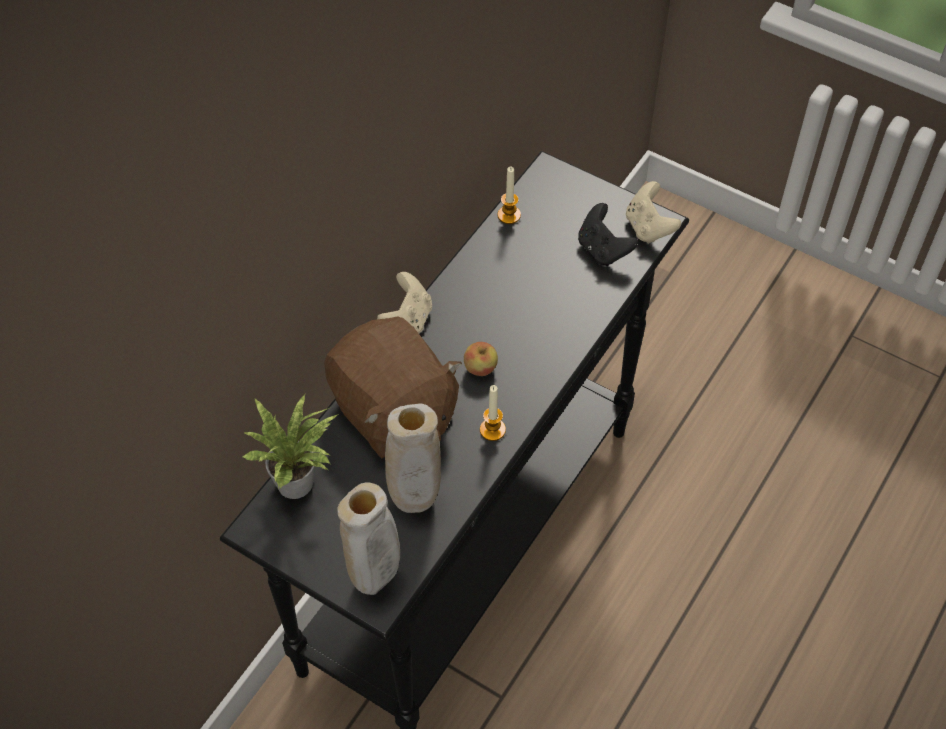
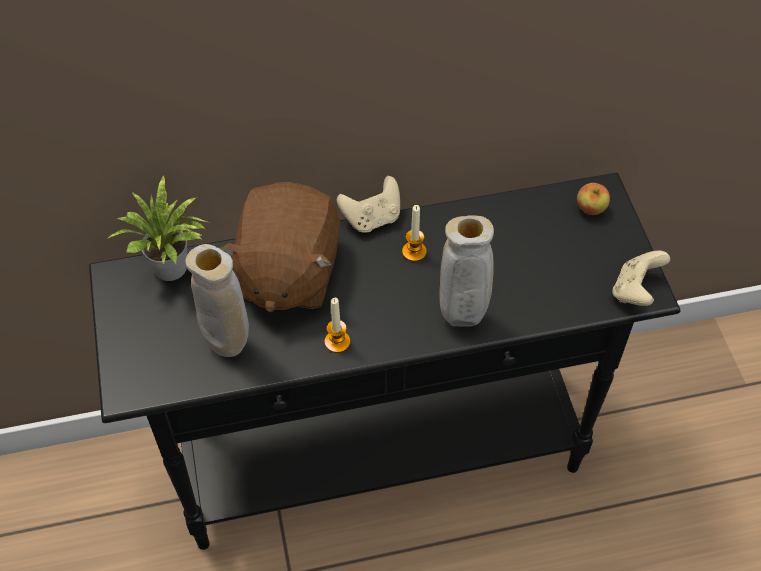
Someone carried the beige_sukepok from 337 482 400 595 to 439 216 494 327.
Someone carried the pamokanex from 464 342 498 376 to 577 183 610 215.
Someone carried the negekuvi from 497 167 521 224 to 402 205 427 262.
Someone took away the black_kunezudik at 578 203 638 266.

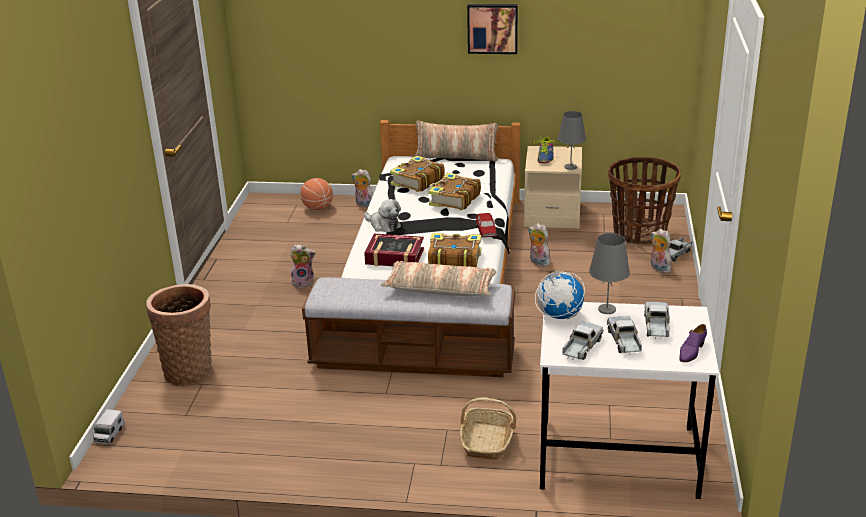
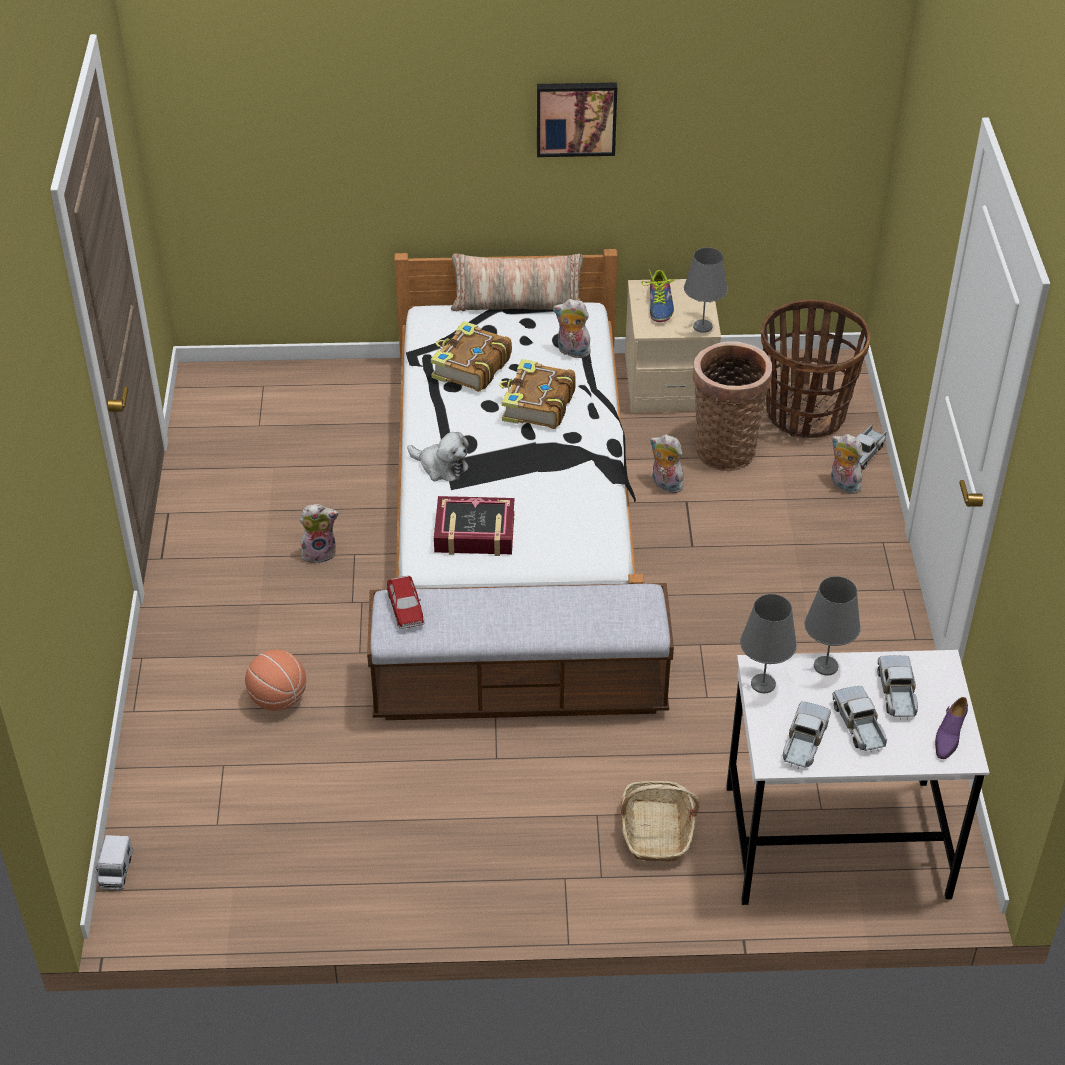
Someone carried the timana from 146 284 212 387 to 693 341 772 471.
Someone carried the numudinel from 300 178 333 210 to 245 649 306 711.
Someone carried the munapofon from 352 169 373 208 to 553 299 591 360.
Someone took away the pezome at 381 261 496 296.
Someone took away the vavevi at 428 233 481 267.
Someone carried the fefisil from 476 213 497 237 to 386 576 425 629.
Someone swapped the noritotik at 535 269 585 319 for the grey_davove at 740 594 797 693.

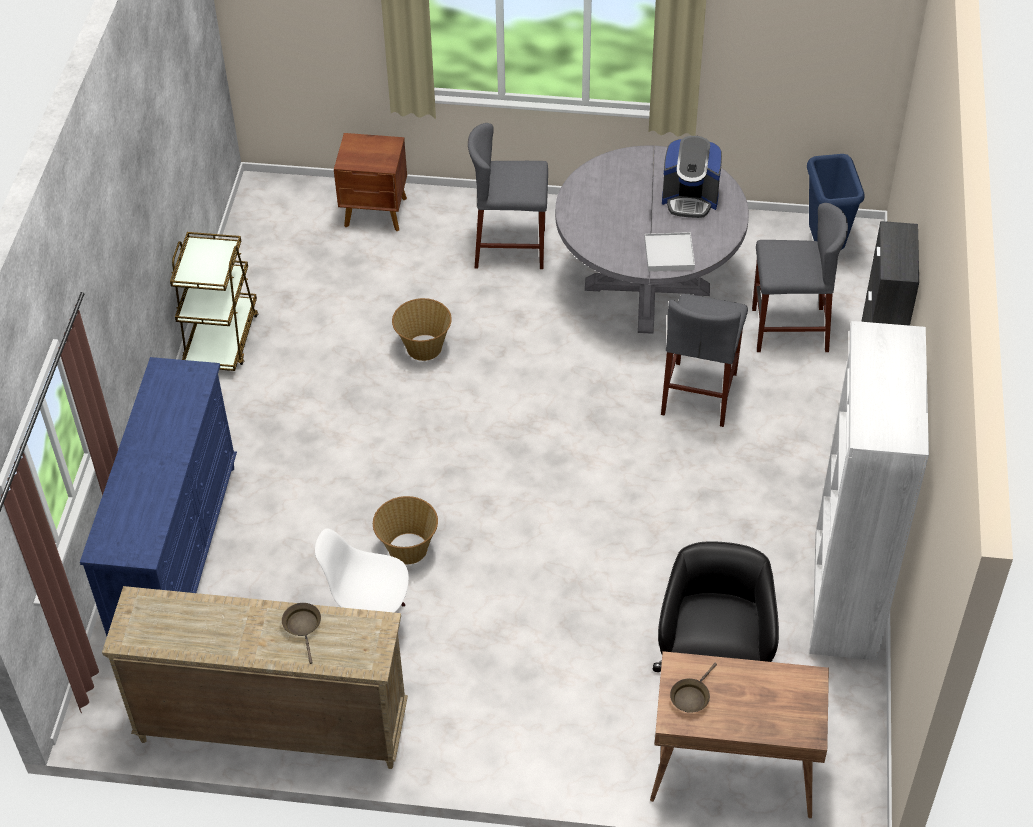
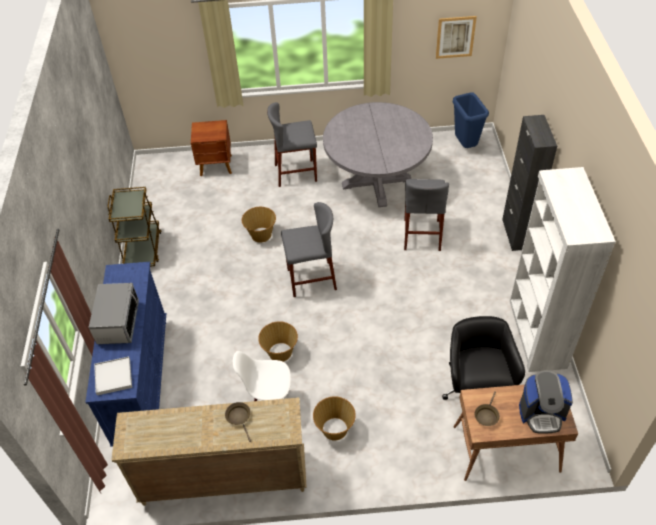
Someone carried the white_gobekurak from 644 232 695 271 to 94 357 132 395.
Someone carried the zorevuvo from 662 136 722 218 to 519 370 573 434.
Someone carried the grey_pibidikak from 752 203 848 352 to 281 202 337 297.
Someone put down the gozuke at 89 283 139 344.
Someone put down the timana at 313 396 356 441.
Someone put up the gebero at 436 16 477 59.

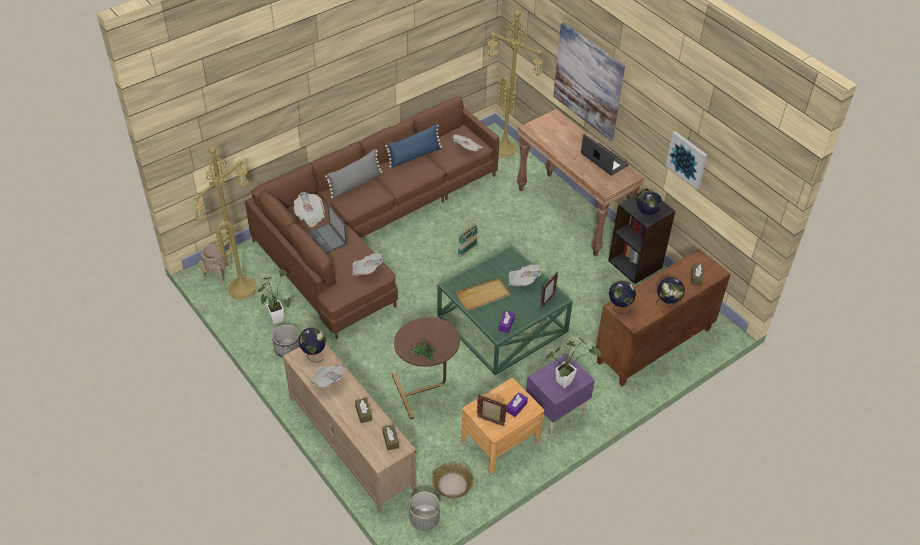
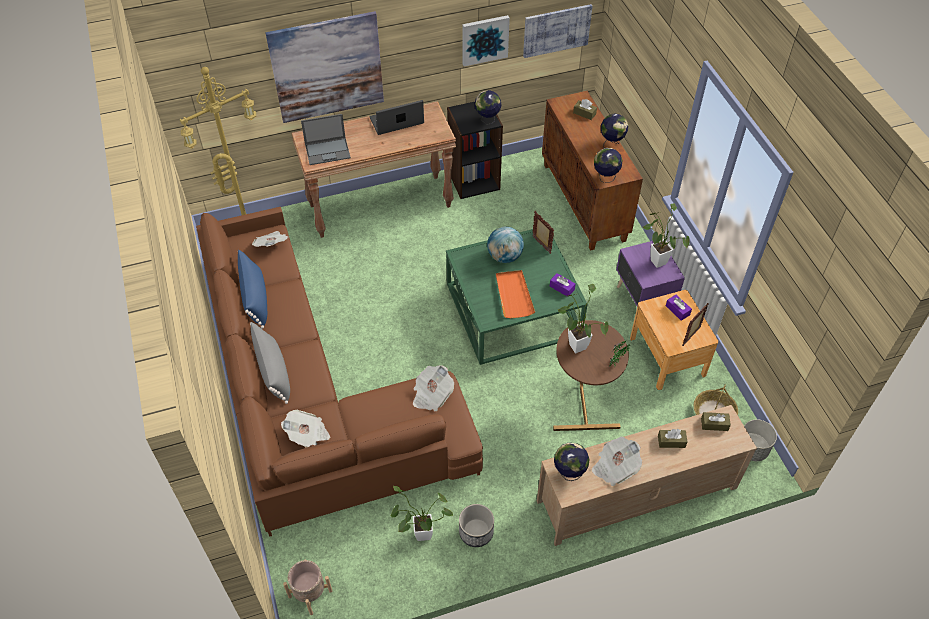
Someone took away the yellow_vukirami at 193 146 256 300.
Someone carried the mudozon from 307 204 347 254 to 301 114 351 165.
Someone repainted the beige_gobekurak at 456 278 511 311, which became the orange_gobekurak at 496 270 535 318.
Someone took away the timana at 458 221 478 257.
Someone swapped the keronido at 508 265 541 286 for the noritotik at 487 227 524 263.
Someone put up the gebero at 523 4 592 58.
Someone put down the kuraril at 558 284 609 353.

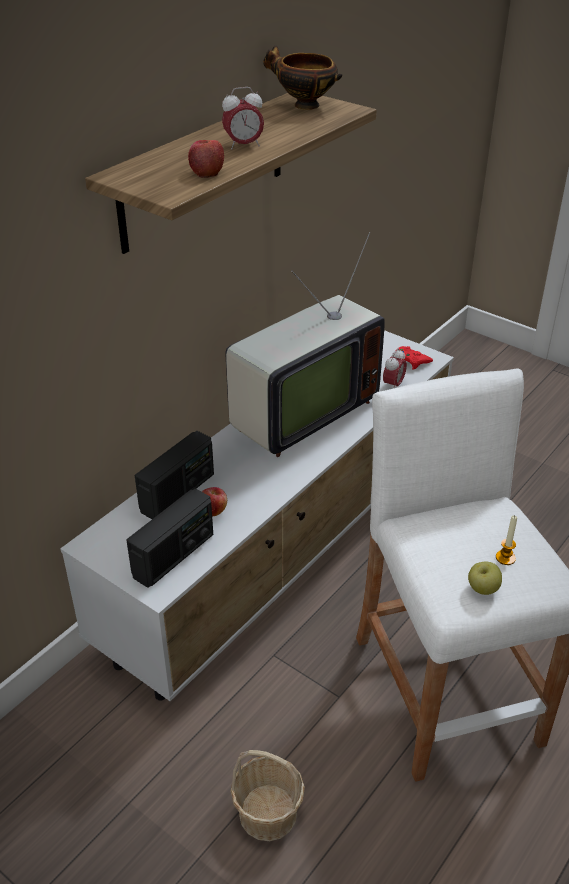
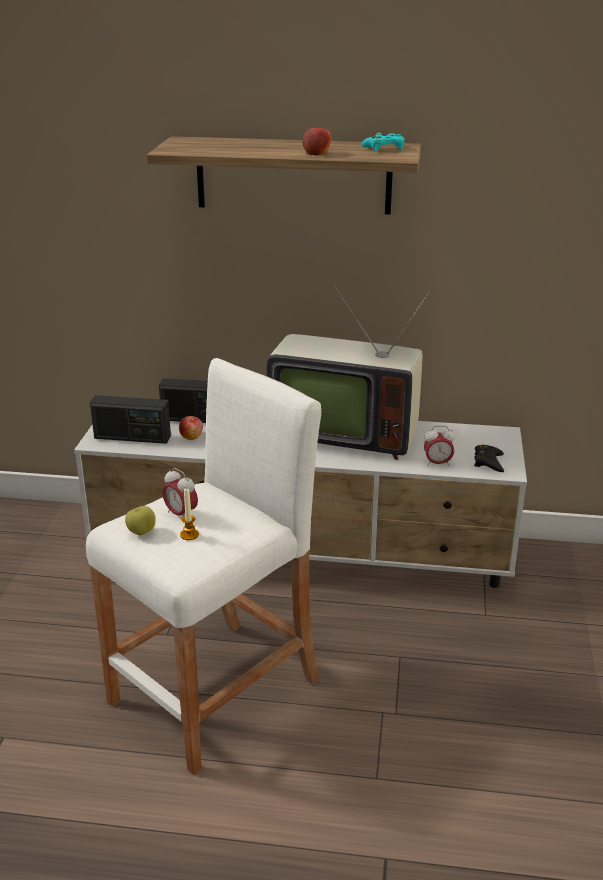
Someone carried the pamokanex from 188 140 224 178 to 303 128 331 155.
Someone carried the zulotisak from 222 87 264 150 to 162 468 198 516.
Someone took away the timana at 231 750 305 841.
Someone swapped the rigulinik at 263 45 342 110 for the turquoise_kunezudik at 361 133 405 152.
Someone repainted the red_kunezudik at 395 346 433 370, which became the black_kunezudik at 474 444 504 472.

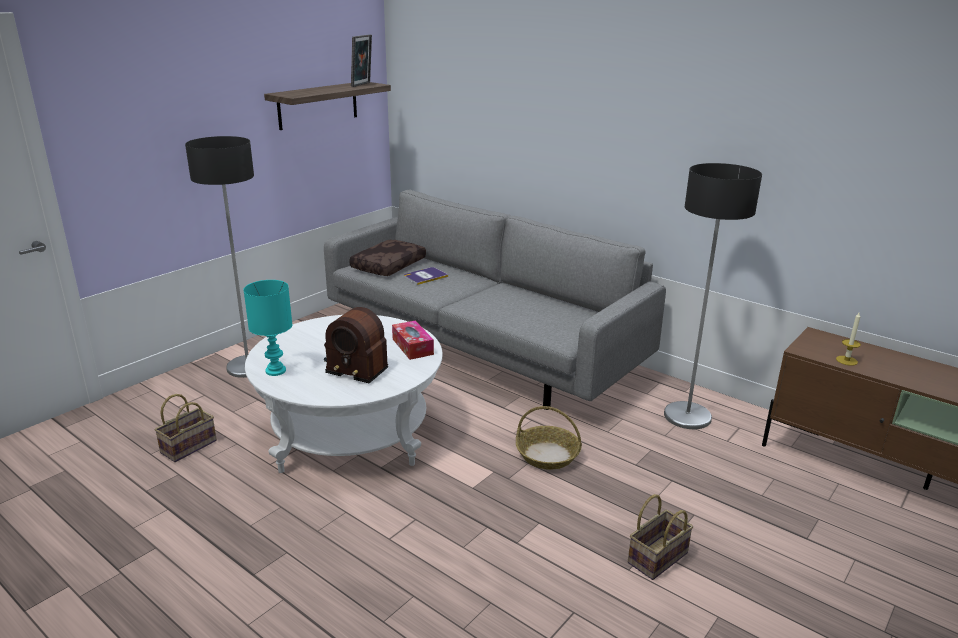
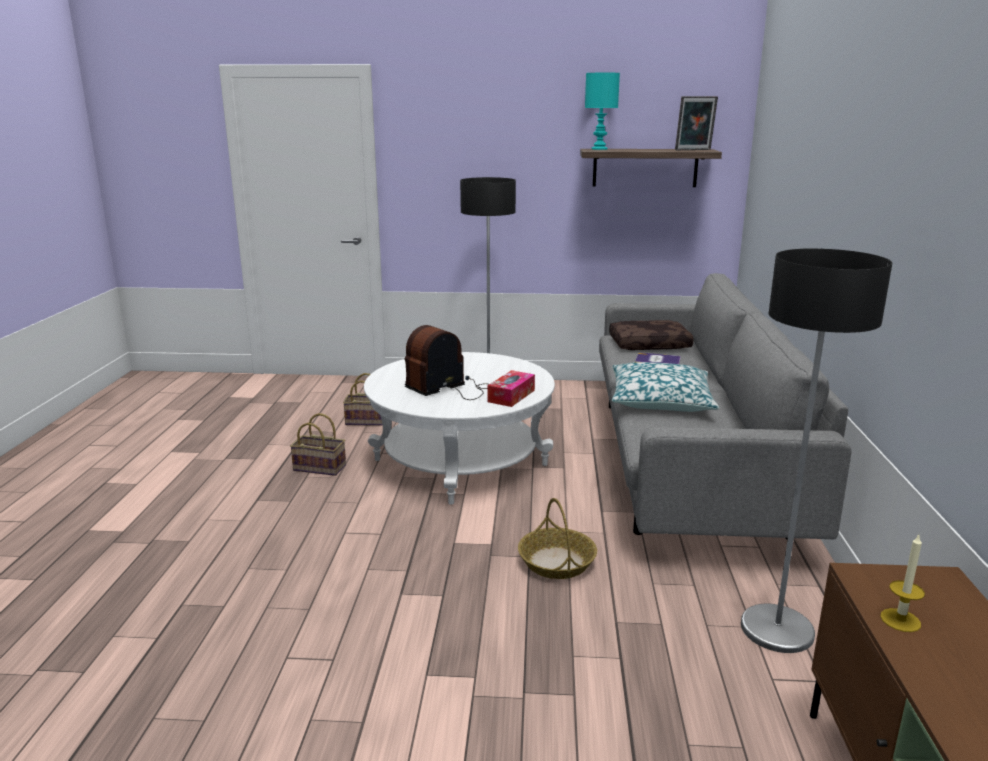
Someone carried the turquoise_davove from 243 280 292 376 to 585 73 620 150.
Someone rotated the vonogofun at 324 307 388 383 by 60 degrees clockwise.
Someone carried the timana from 628 494 693 580 to 290 413 346 476.
Someone put down the pezome at 612 362 719 412.

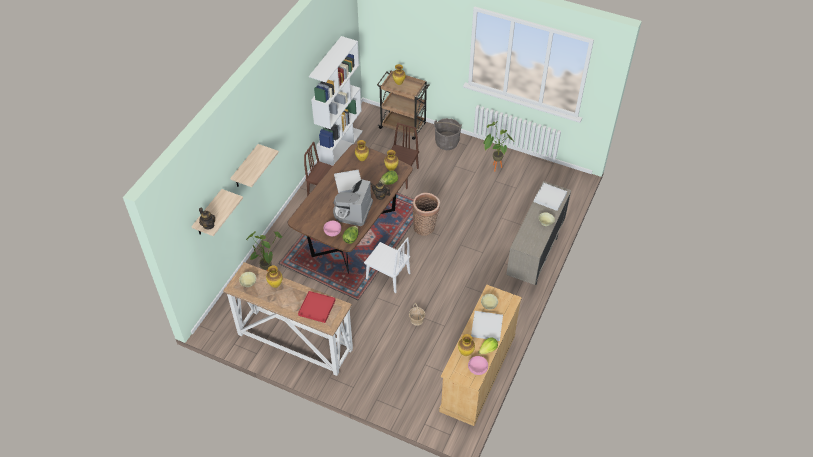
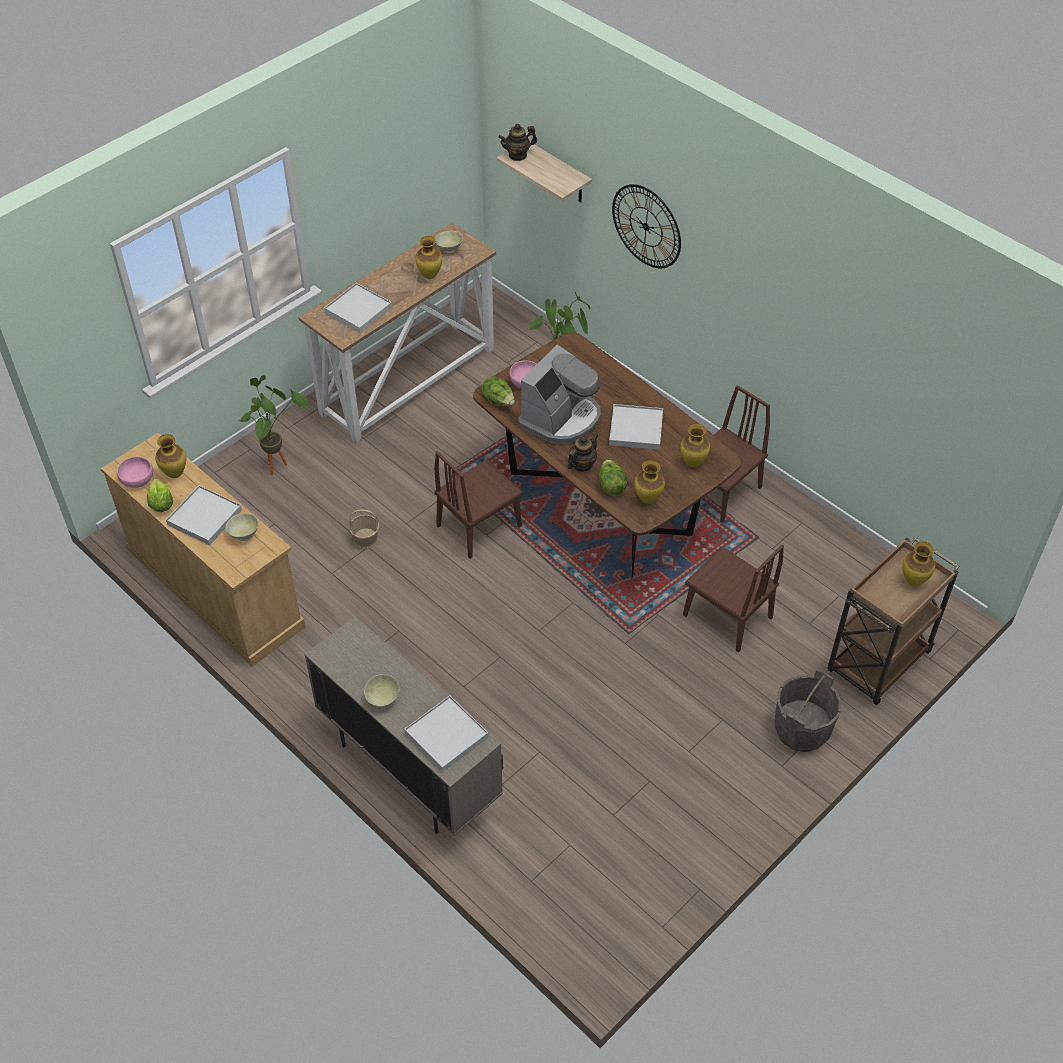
Someone swapped the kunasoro at 230 144 279 187 for the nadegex at 612 184 681 268.
Someone repainted the red_gobekurak at 298 291 336 323, which became the white_gobekurak at 324 283 392 333.
Someone took away the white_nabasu at 309 36 363 166.
Someone rotated the zorevuvo at 333 179 373 226 by 90 degrees clockwise.
Someone repainted the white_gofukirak at 364 237 410 293, which became the brown_gofukirak at 434 451 523 559.
Someone took away the timana at 412 193 440 236.
Someone carried the kuraril from 483 121 513 172 to 239 375 309 475.

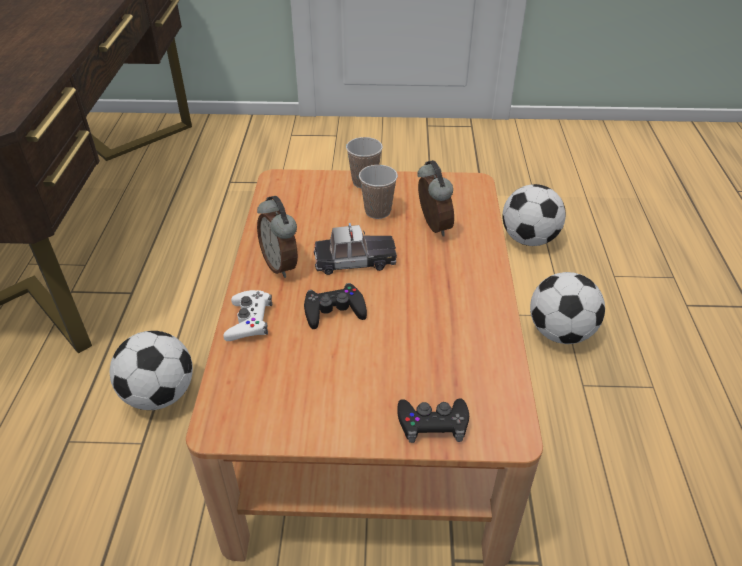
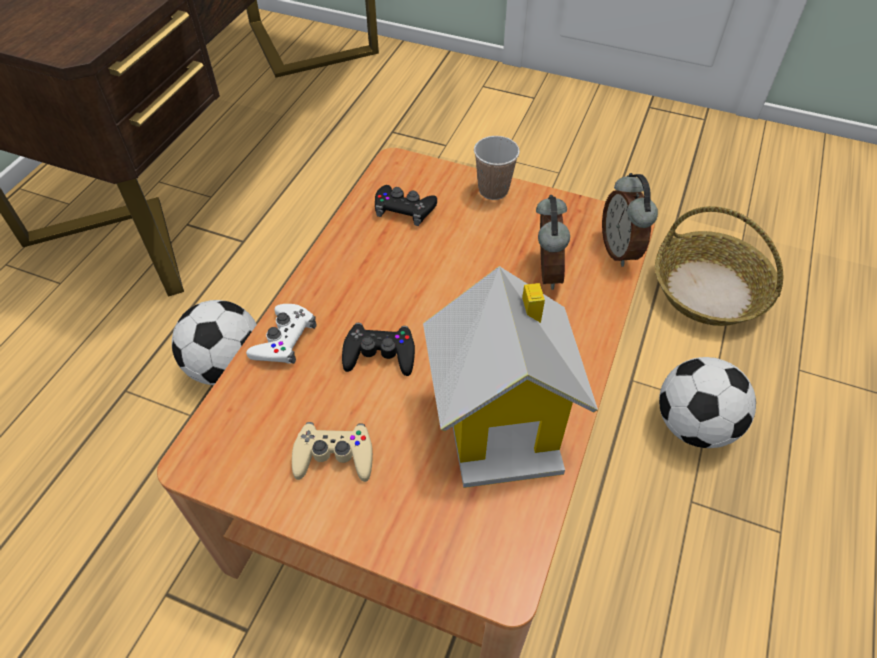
Someone carried the zulotisak from 257 196 298 278 to 602 173 658 267.
Someone took away the fefisil at 314 223 397 275.
Someone took away the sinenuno at 359 165 398 219.
Someone carried the black_kunezudik from 397 398 469 443 to 375 185 437 226.
Someone swapped the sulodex at 502 184 566 246 for the timana at 655 206 783 326.
Someone put down the beige_kunezudik at 292 422 373 482.
Someone put down the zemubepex at 423 266 598 488.

